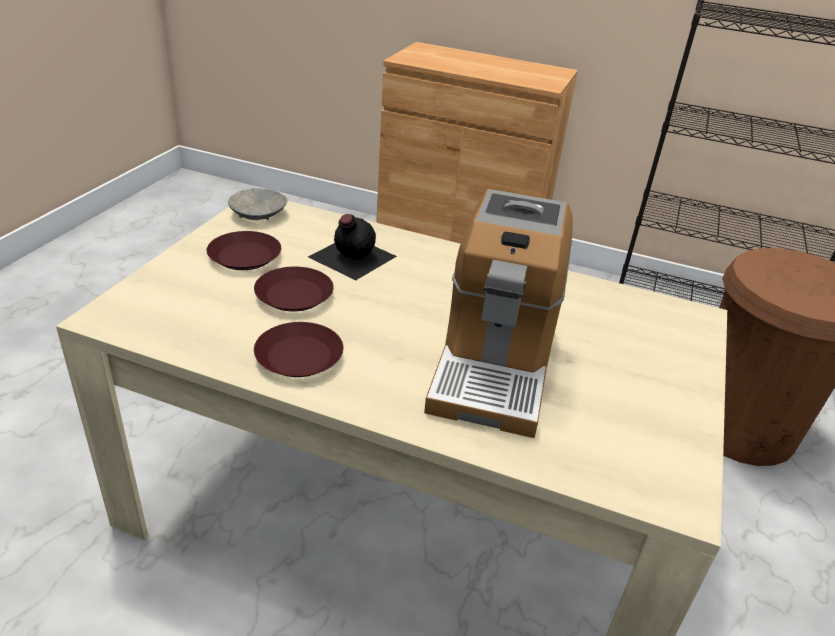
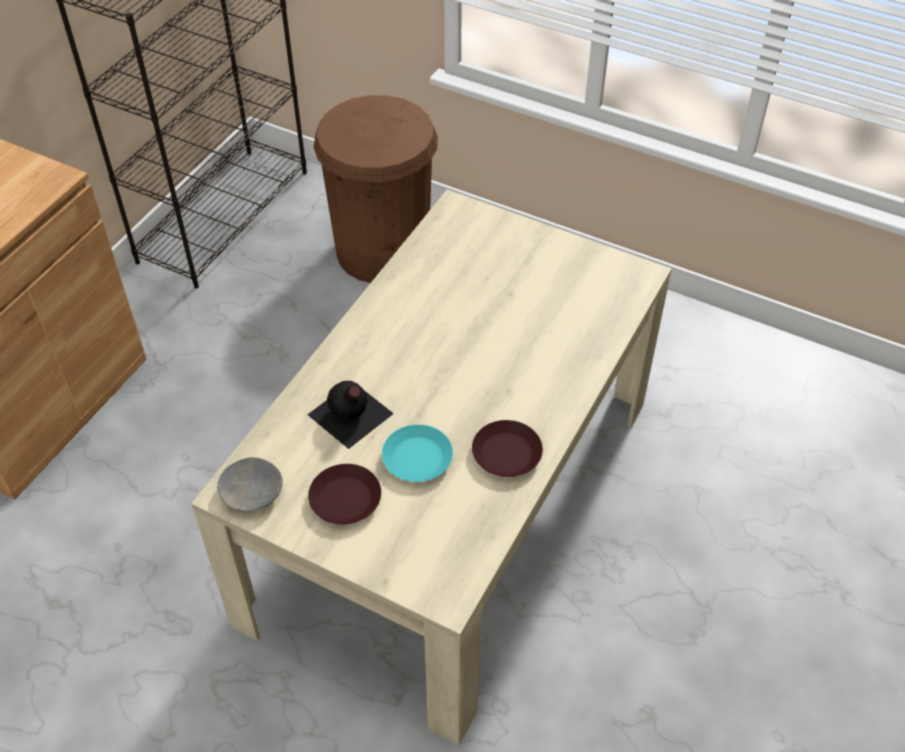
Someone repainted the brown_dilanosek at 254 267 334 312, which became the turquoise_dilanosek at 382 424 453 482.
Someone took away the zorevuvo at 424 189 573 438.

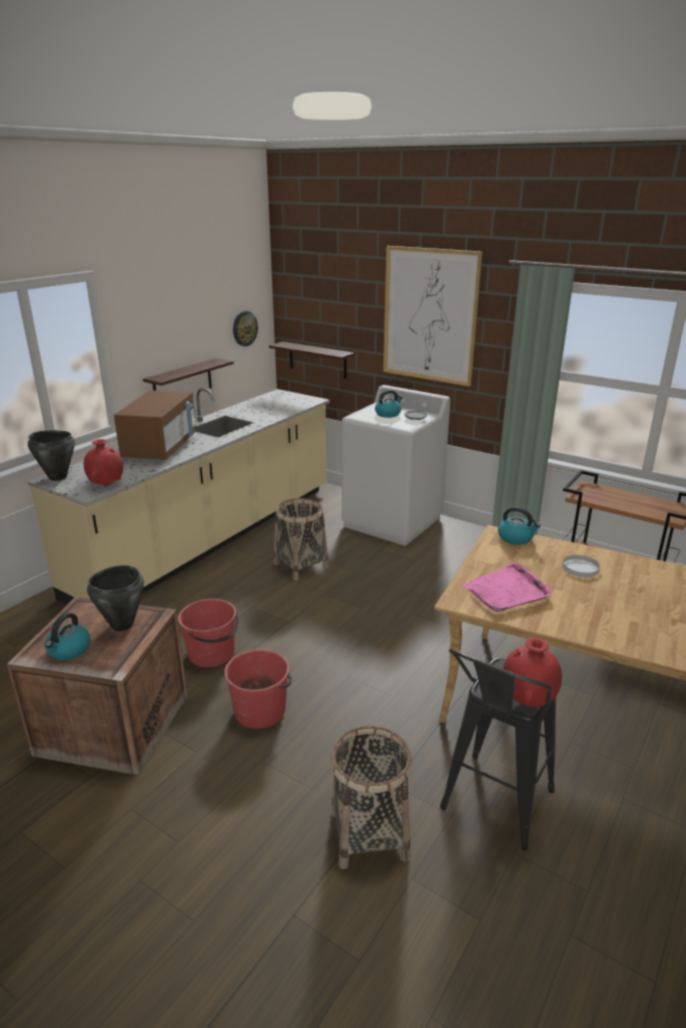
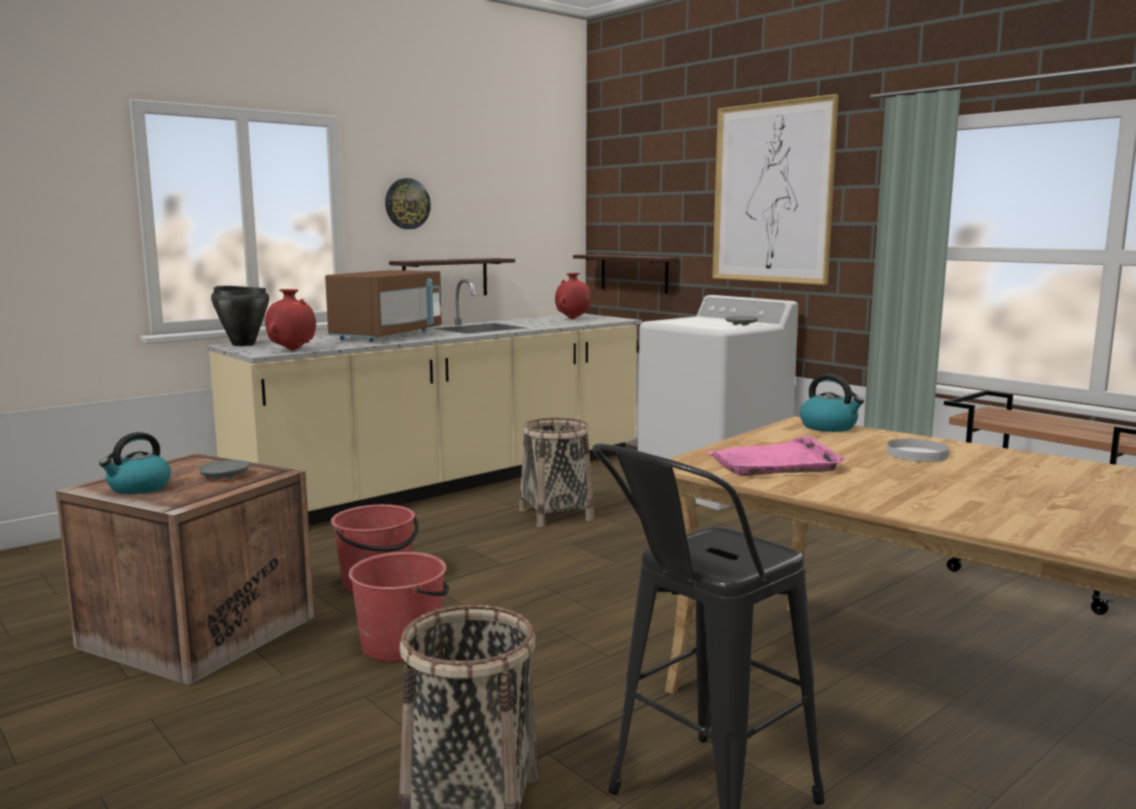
Someone swapped the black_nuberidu at 87 565 144 631 for the grey_dilanosek at 198 460 250 479.
Someone carried the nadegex from 233 311 258 347 to 385 178 431 229.
Someone took away the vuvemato at 375 390 402 418.
Someone carried the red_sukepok from 503 638 562 707 to 555 273 591 319.

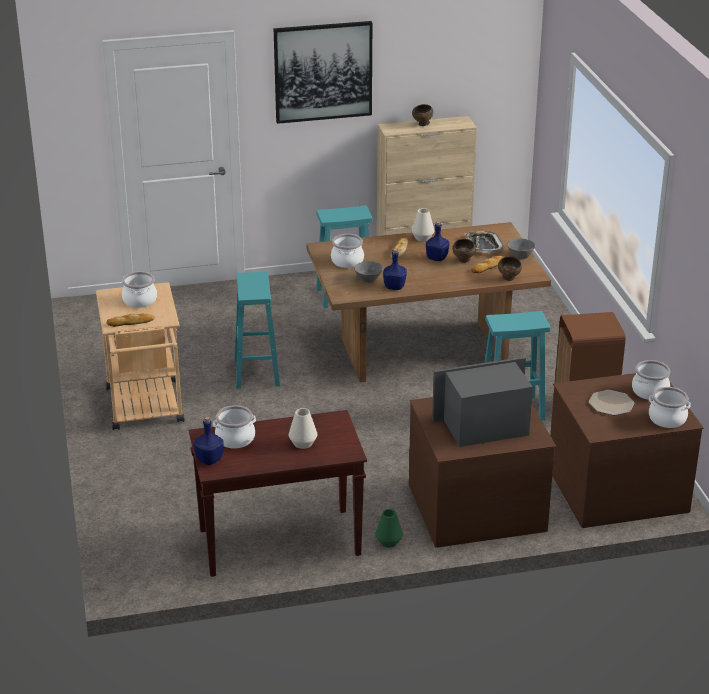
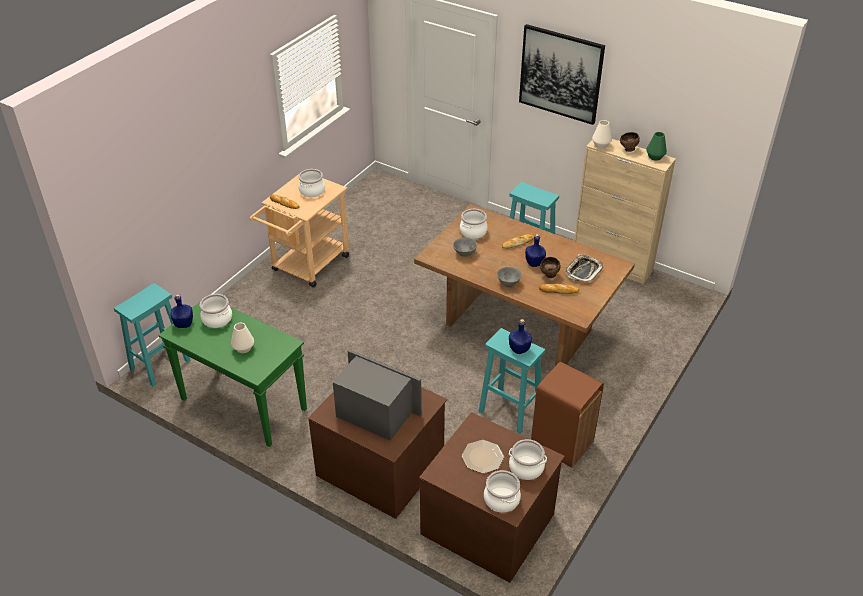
Someone repainted the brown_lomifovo at 189 410 367 577, which became the green_lomifovo at 158 301 307 447.
Someone carried the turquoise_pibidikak from 234 272 280 388 to 114 283 190 387.
Someone carried the green_sukepok from 375 509 403 547 to 646 132 667 161.
Someone carried the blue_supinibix from 383 249 407 290 to 509 319 532 354.
Someone carried the white_sukepok from 411 208 434 242 to 592 120 612 149.
Someone took away the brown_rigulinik at 498 256 522 281.
Someone carried the grey_rigulinik from 507 238 535 259 to 497 267 522 287.

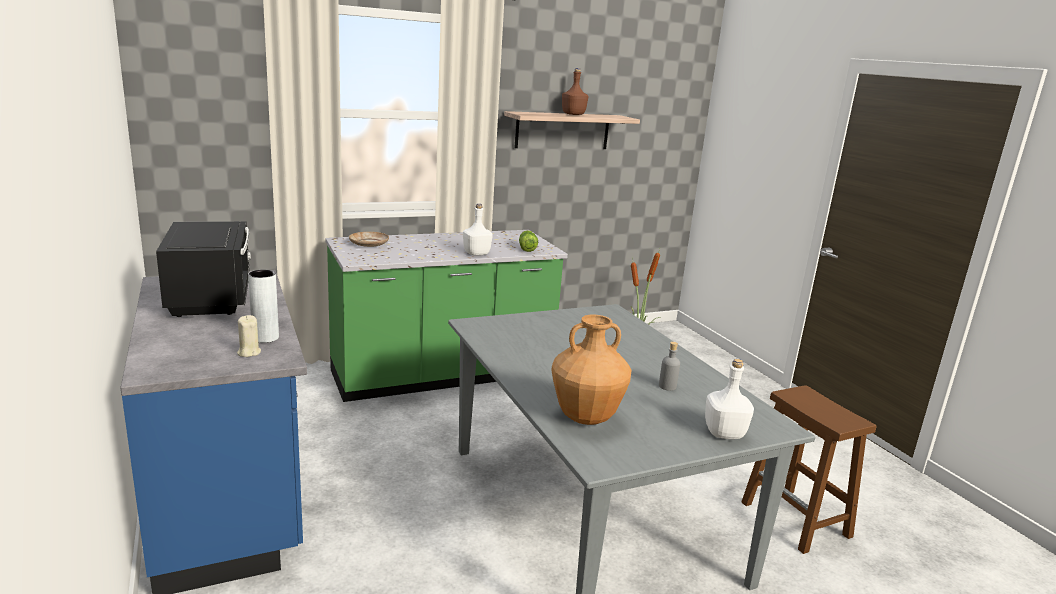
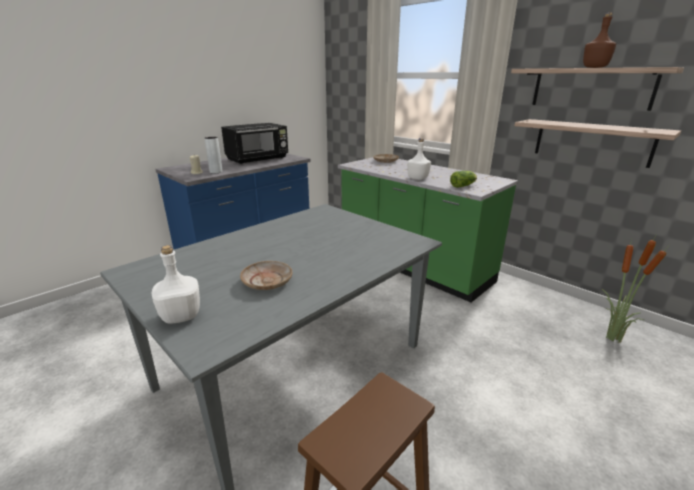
Someone took away the brown_sukepok at 552 315 632 425.
Someone swapped the grey_supinibix at 659 342 680 391 for the beige_dilanosek at 240 261 292 290.
Someone put up the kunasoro at 515 119 681 168.

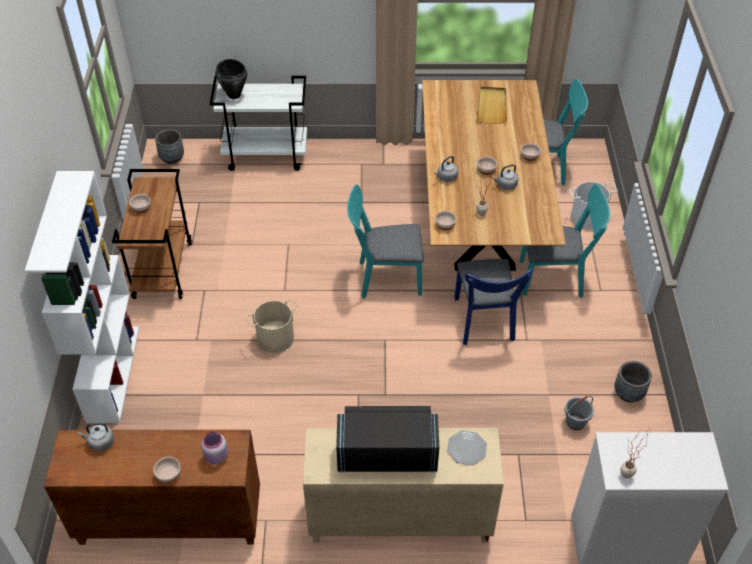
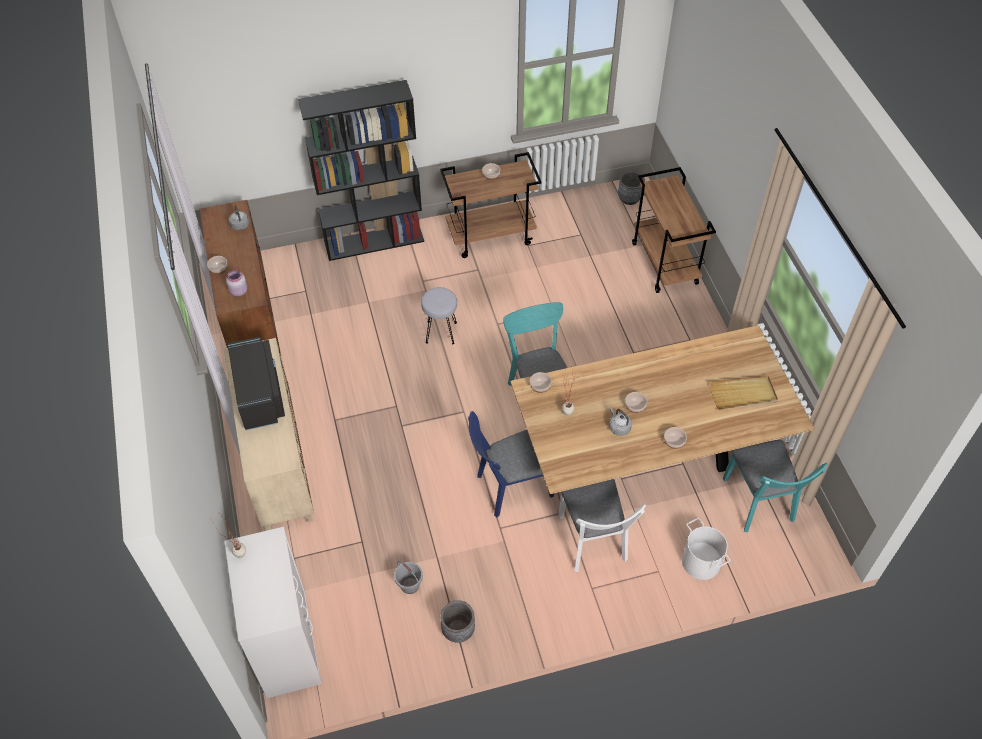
Someone repainted the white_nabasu at 25 171 139 423, which became the black_nabasu at 298 80 424 261.
Someone repainted the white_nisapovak at 210 76 307 171, which became the brown_nisapovak at 632 167 716 293.
Someone took away the black_nuberidu at 215 59 247 99.
Someone swapped the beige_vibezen at 246 298 299 353 for the grey_pibidikak at 421 287 457 344.
Someone took away the grey_vuvemato at 435 156 458 182.
Someone took away the dilanosek at 447 430 487 465.
Someone repainted the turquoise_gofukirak at 520 184 610 298, which became the white_gofukirak at 558 479 646 572.

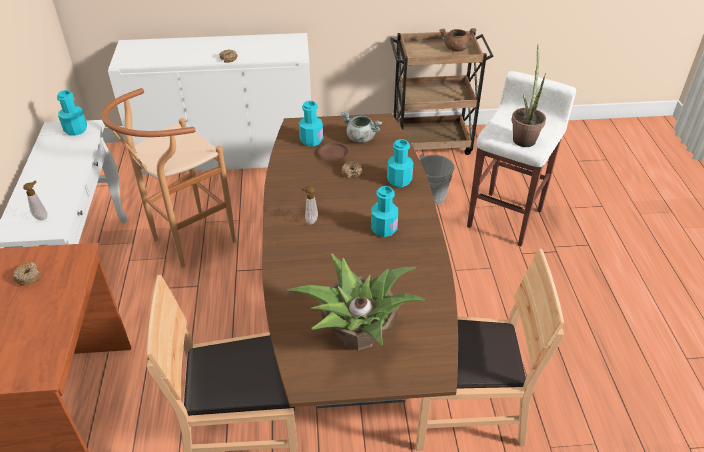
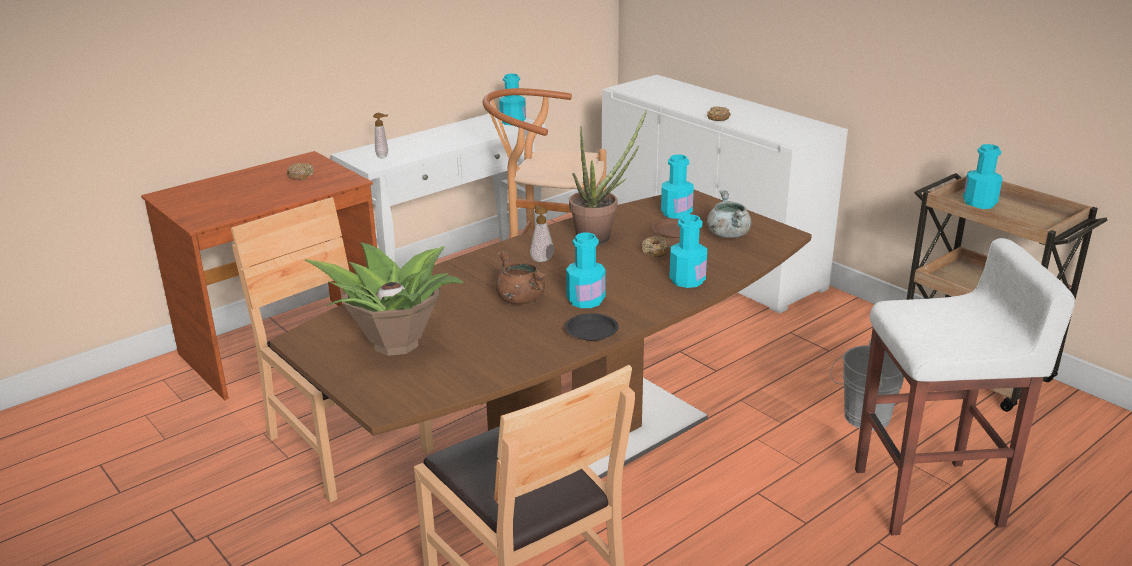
Someone carried the brown_nuberidu from 439 28 476 51 to 496 251 547 304.
Someone carried the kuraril from 511 45 546 147 to 569 109 647 245.
Someone put down the black_dilanosek at 565 313 619 341.
Someone put down the turquoise_supinibix at 963 144 1003 209.

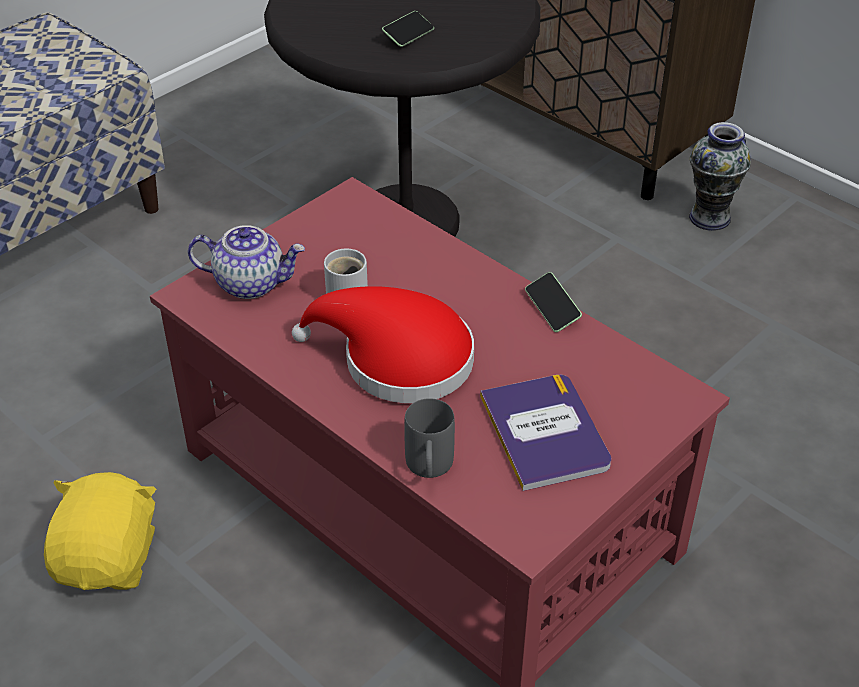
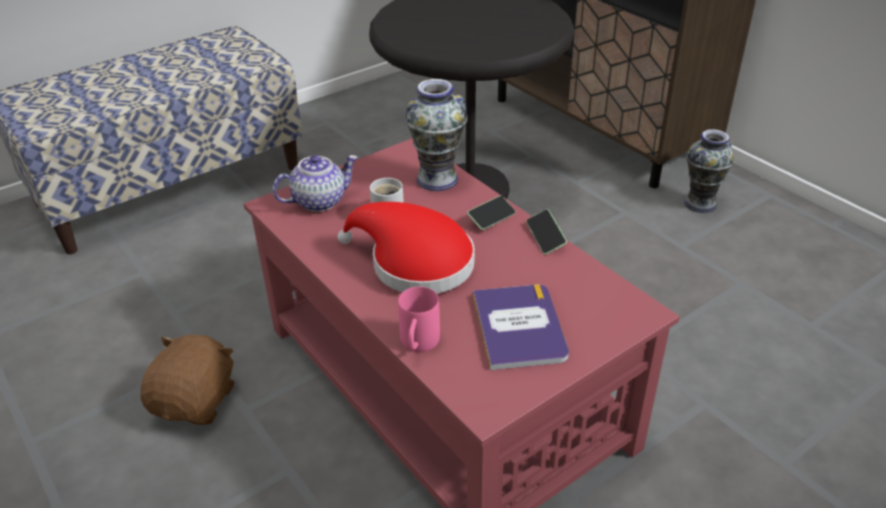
Someone repainted the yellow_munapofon at 44 472 157 590, which became the brown_munapofon at 141 335 235 425.
Someone rotated the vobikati at 188 225 305 299 by 45 degrees counterclockwise.
Someone carried the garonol from 382 11 434 47 to 467 196 516 230.
Someone repainted the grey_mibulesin at 404 398 455 478, which became the pink_mibulesin at 398 287 440 352.
Someone put down the sukepok at 406 79 468 191.

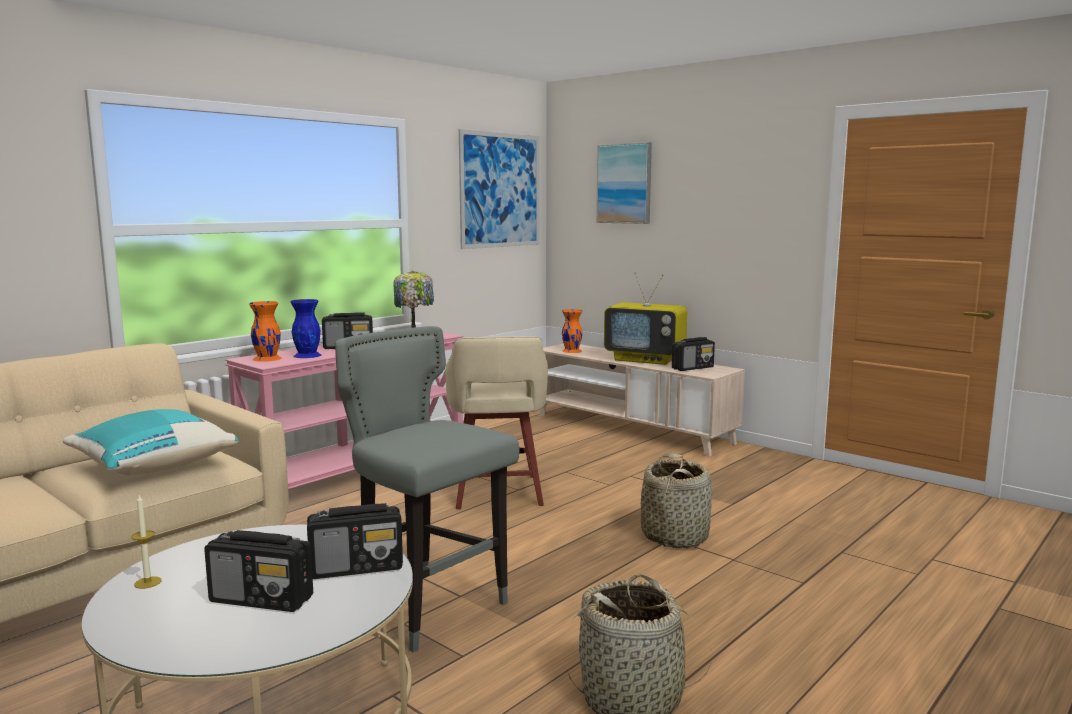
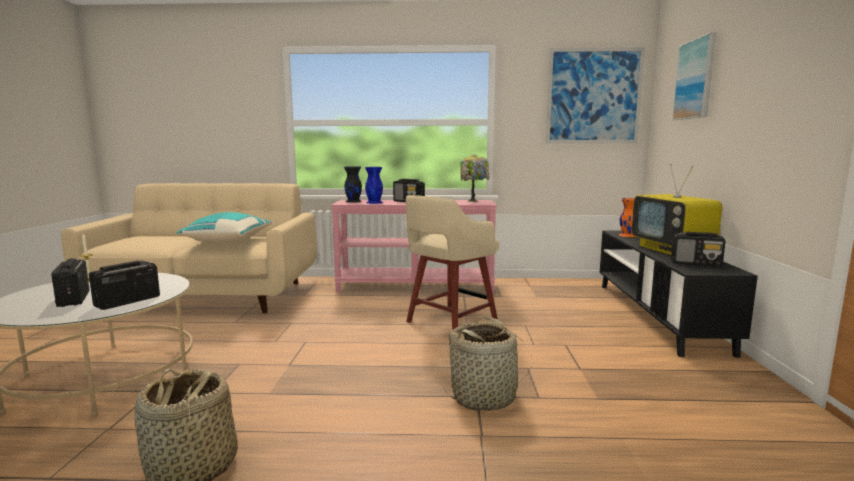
Someone repainted the orange_sukepok at 249 301 282 362, which became the black_sukepok at 344 166 362 203.
Someone rotated the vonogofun at 307 503 403 579 by 90 degrees clockwise.
Someone took away the grey_pibidikak at 335 326 520 652.
Someone repainted the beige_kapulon at 539 344 745 457, which became the black_kapulon at 600 230 758 358.

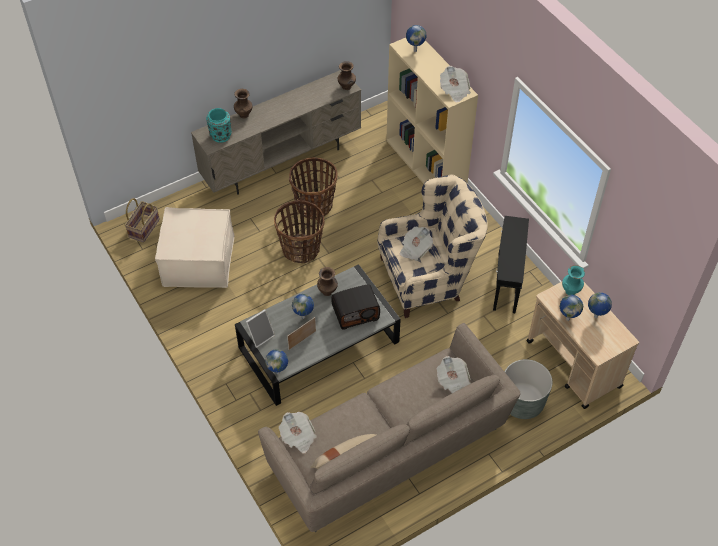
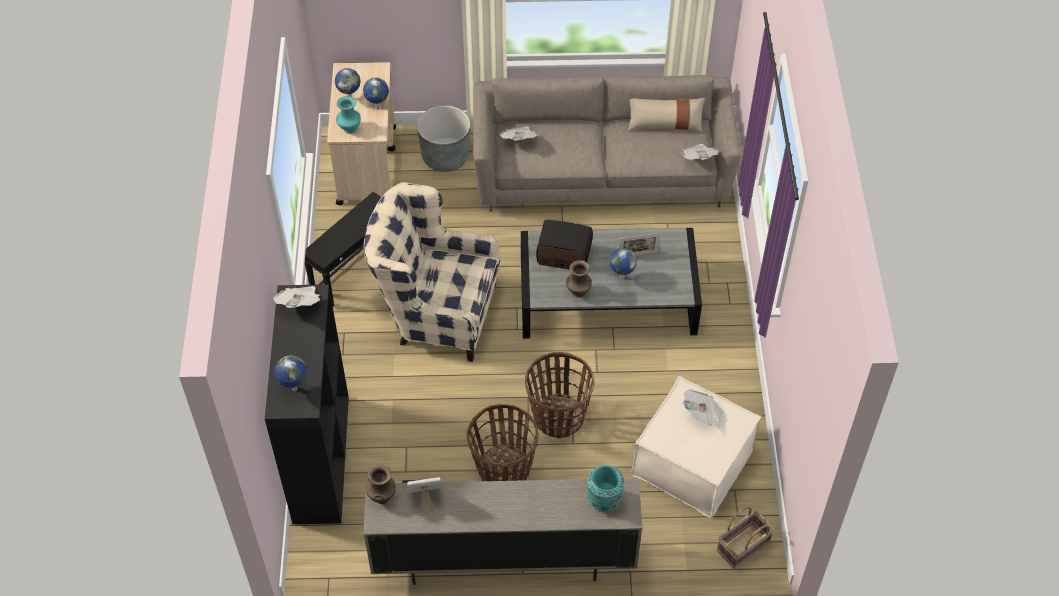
Someone took away the brown_sukepok at 234 89 253 118.
Someone carried the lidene from 246 309 275 348 to 407 477 441 512.
Someone took away the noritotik at 265 349 288 374.
Someone repainted the beige_nabasu at 386 38 478 184, which became the black_nabasu at 265 284 349 524.
Someone carried the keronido from 400 227 433 261 to 682 389 727 426.

